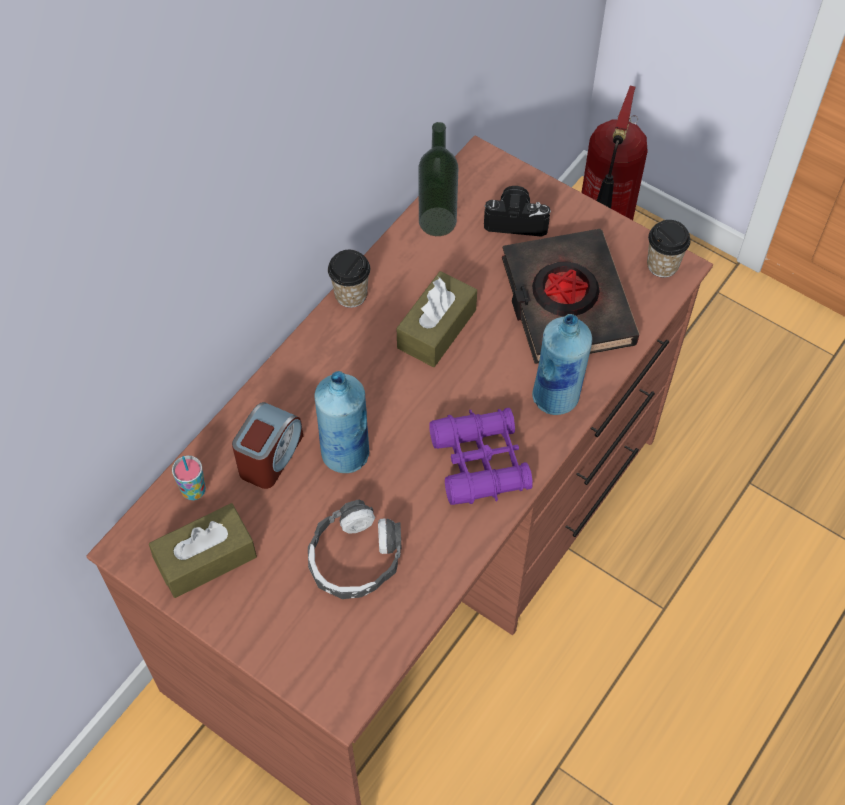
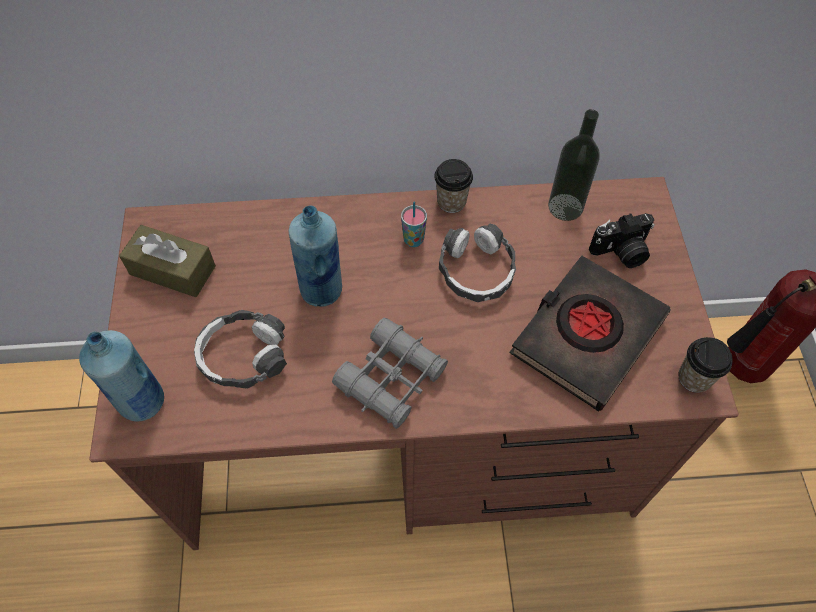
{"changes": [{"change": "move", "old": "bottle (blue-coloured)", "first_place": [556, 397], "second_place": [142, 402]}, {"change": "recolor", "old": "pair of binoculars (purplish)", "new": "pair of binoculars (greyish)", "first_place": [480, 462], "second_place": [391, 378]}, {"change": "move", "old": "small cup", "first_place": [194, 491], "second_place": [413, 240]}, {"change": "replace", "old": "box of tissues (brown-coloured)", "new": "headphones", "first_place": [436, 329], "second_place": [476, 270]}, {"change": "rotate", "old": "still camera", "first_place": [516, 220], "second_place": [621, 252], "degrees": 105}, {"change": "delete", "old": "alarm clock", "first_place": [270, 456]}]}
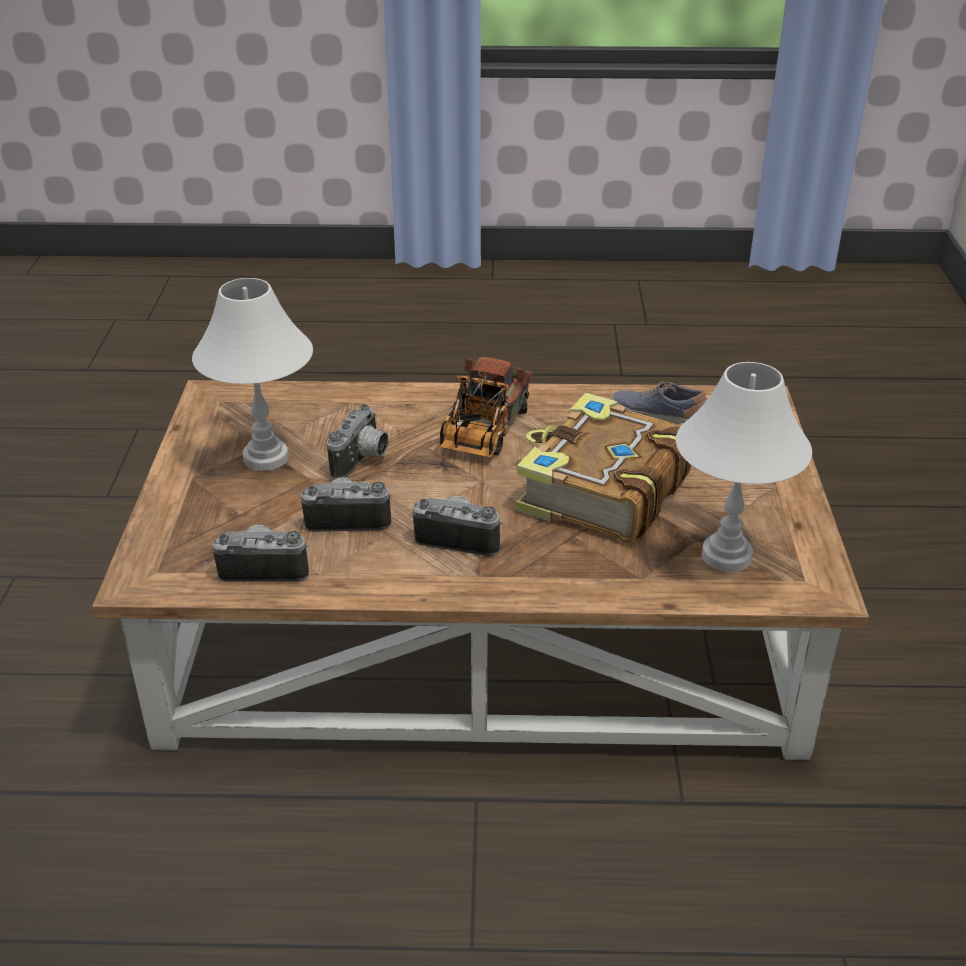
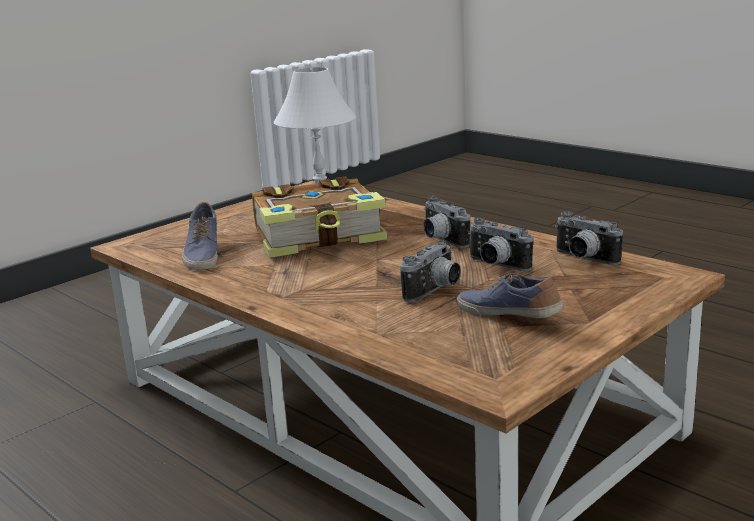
{"changes": [{"change": "rotate", "old": "still camera", "first_place": [363, 461], "second_place": [435, 291], "degrees": 150}, {"change": "replace", "old": "tabletop lamp (white)", "new": "shoe", "first_place": [266, 458], "second_place": [509, 315]}, {"change": "delete", "old": "toy lorry", "first_place": [482, 434]}]}
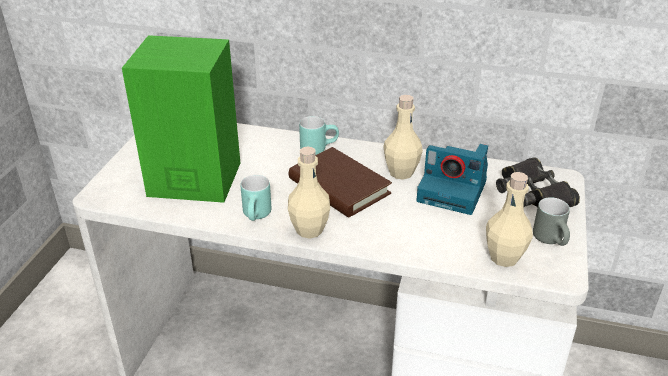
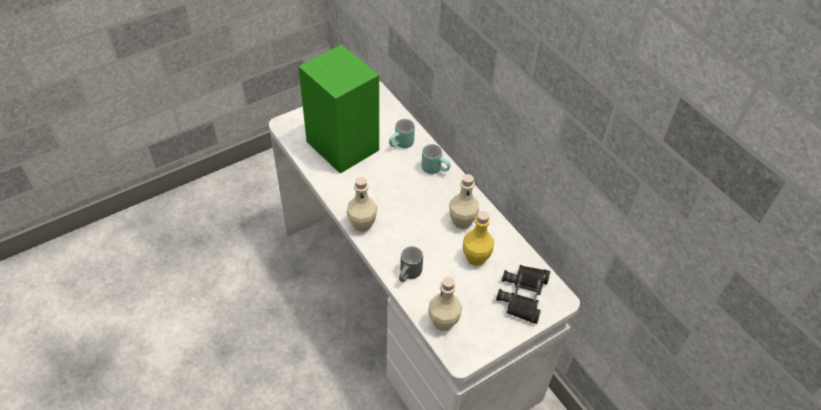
{"changes": [{"change": "move", "old": "coffee mug (turquoise)", "first_place": [258, 216], "second_place": [401, 145]}, {"change": "move", "old": "coffee mug (greyish)", "first_place": [552, 240], "second_place": [410, 275]}, {"change": "replace", "old": "still camera", "new": "bottle (yellow)", "first_place": [454, 191], "second_place": [476, 258]}, {"change": "delete", "old": "book (brown-coloured)", "first_place": [339, 186]}]}
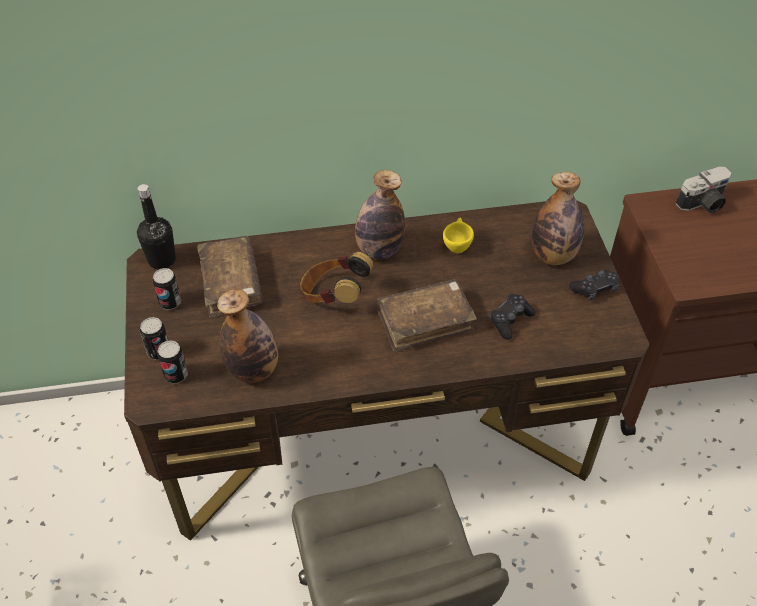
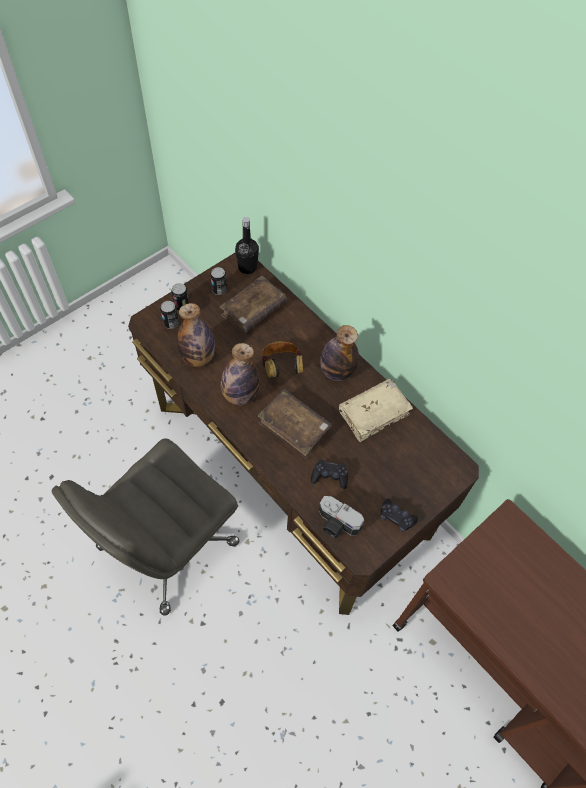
{"changes": [{"change": "move", "old": "bottle", "first_place": [553, 256], "second_place": [240, 395]}, {"change": "move", "old": "still camera", "first_place": [703, 204], "second_place": [336, 525]}, {"change": "replace", "old": "small cup (yellow)", "new": "book (sand-coloured)", "first_place": [456, 246], "second_place": [373, 413]}]}
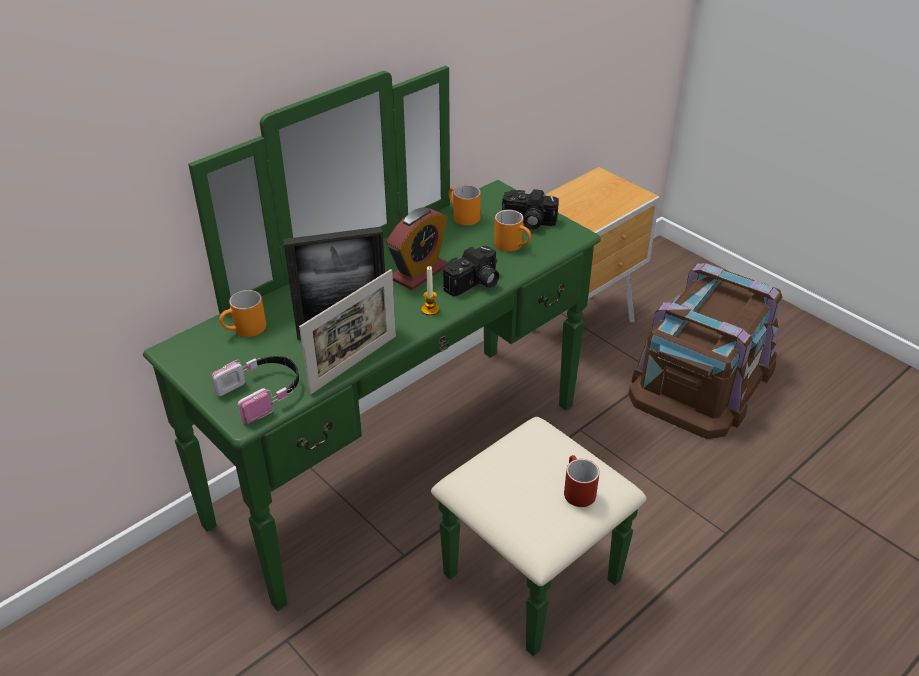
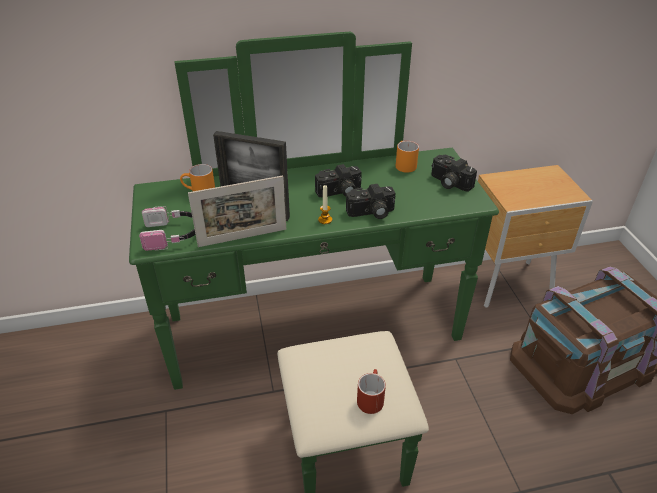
{"changes": [{"change": "replace", "old": "alarm clock", "new": "still camera", "first_place": [419, 273], "second_place": [339, 192]}, {"change": "delete", "old": "coffee mug (orangey)", "first_place": [513, 245]}]}
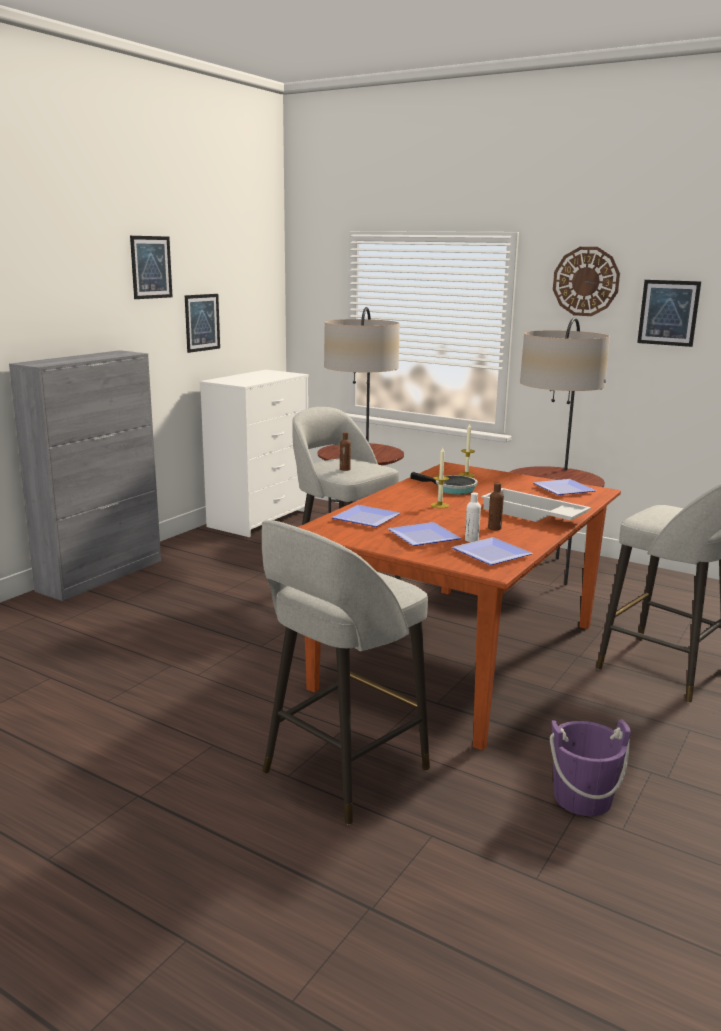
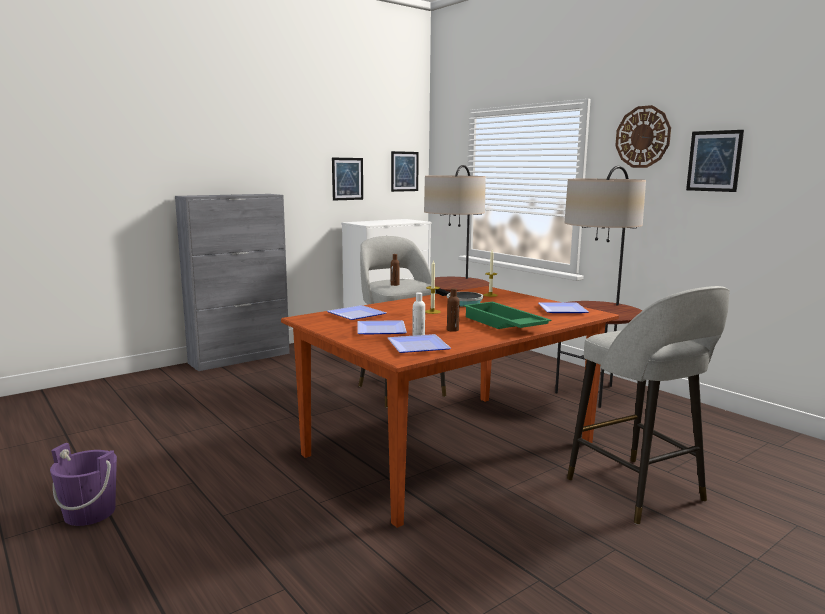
{"changes": [{"change": "move", "old": "water bucket (purplish)", "first_place": [582, 798], "second_place": [90, 513]}, {"change": "move", "old": "wall art", "first_place": [151, 267], "second_place": [404, 171]}, {"change": "recolor", "old": "tray (white)", "new": "tray (green-coloured)", "first_place": [532, 515], "second_place": [503, 324]}, {"change": "delete", "old": "stool seat (greyish)", "first_place": [342, 772]}]}
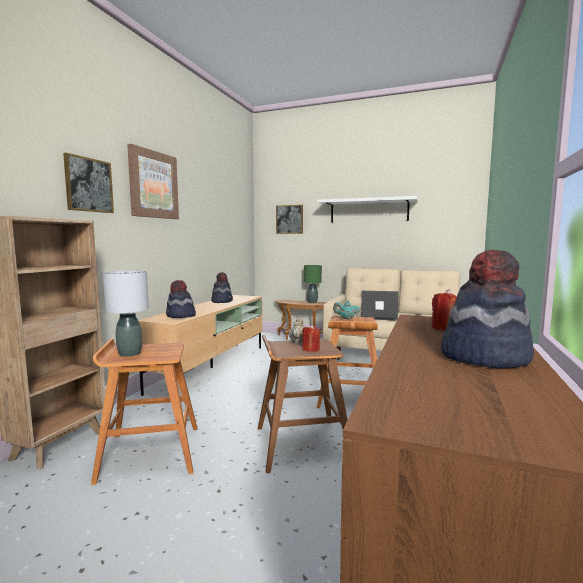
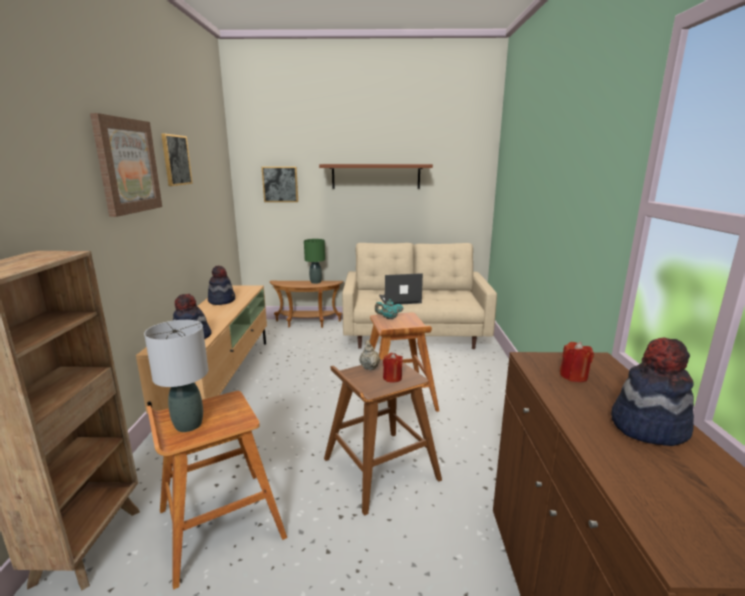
{"changes": [{"change": "move", "old": "wall art", "first_place": [88, 185], "second_place": [176, 160]}, {"change": "recolor", "old": "shelf (white)", "new": "shelf (brown-coloured)", "first_place": [368, 211], "second_place": [376, 176]}]}
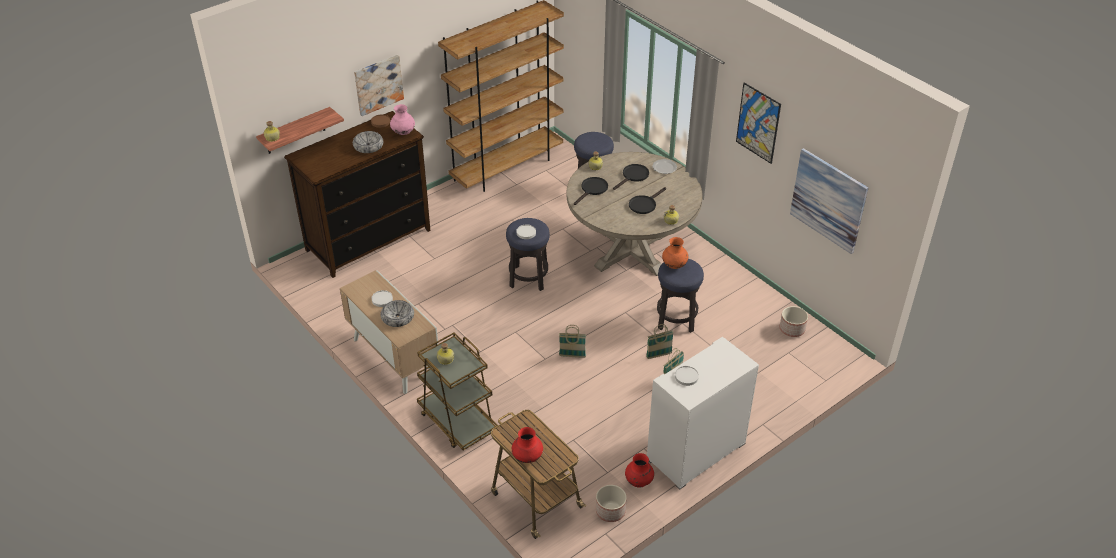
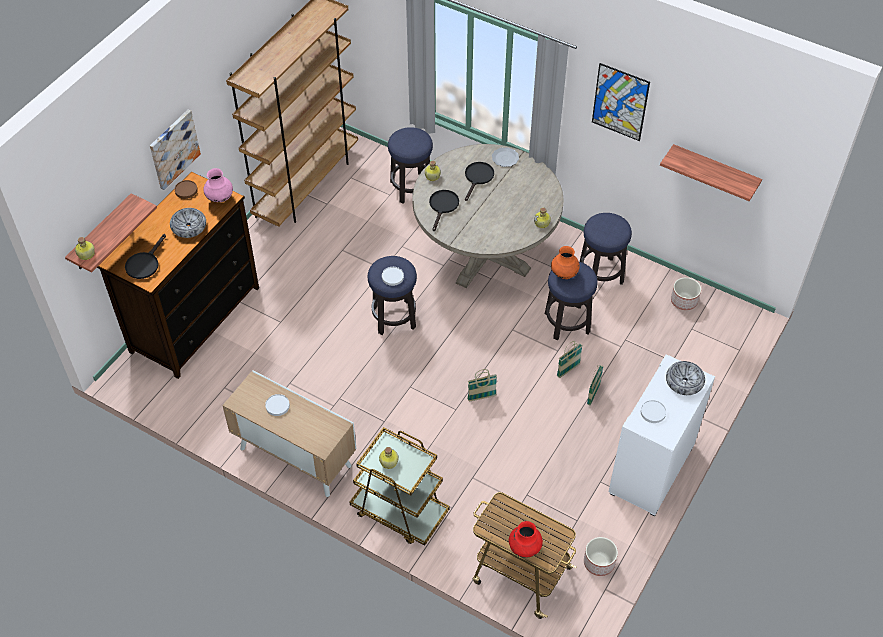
{"changes": [{"change": "move", "old": "skillet (black)", "first_place": [644, 204], "second_place": [145, 263]}, {"change": "insert", "new": "stool seat", "second_place": [601, 274]}, {"change": "replace", "old": "wall art", "new": "shelf", "first_place": [828, 200], "second_place": [714, 171]}, {"change": "move", "old": "bowl", "first_place": [398, 317], "second_place": [684, 381]}, {"change": "delete", "old": "vase (reddish)", "first_place": [638, 481]}]}
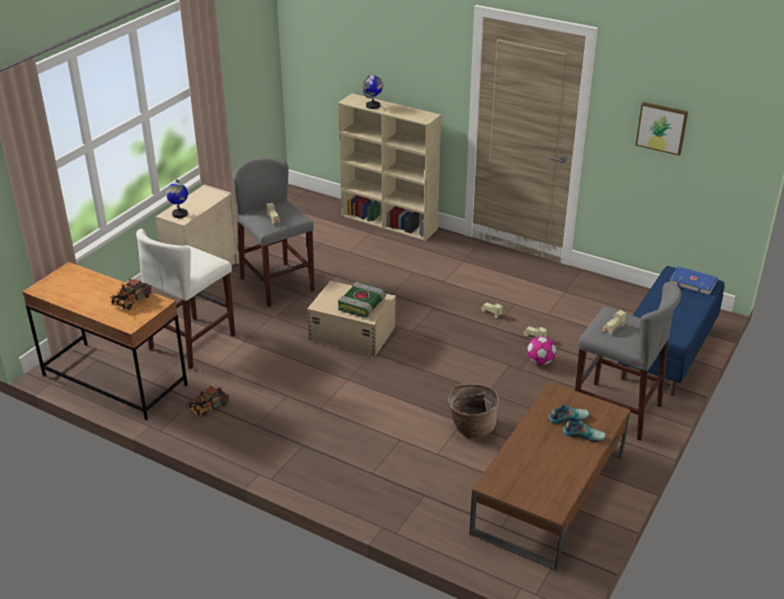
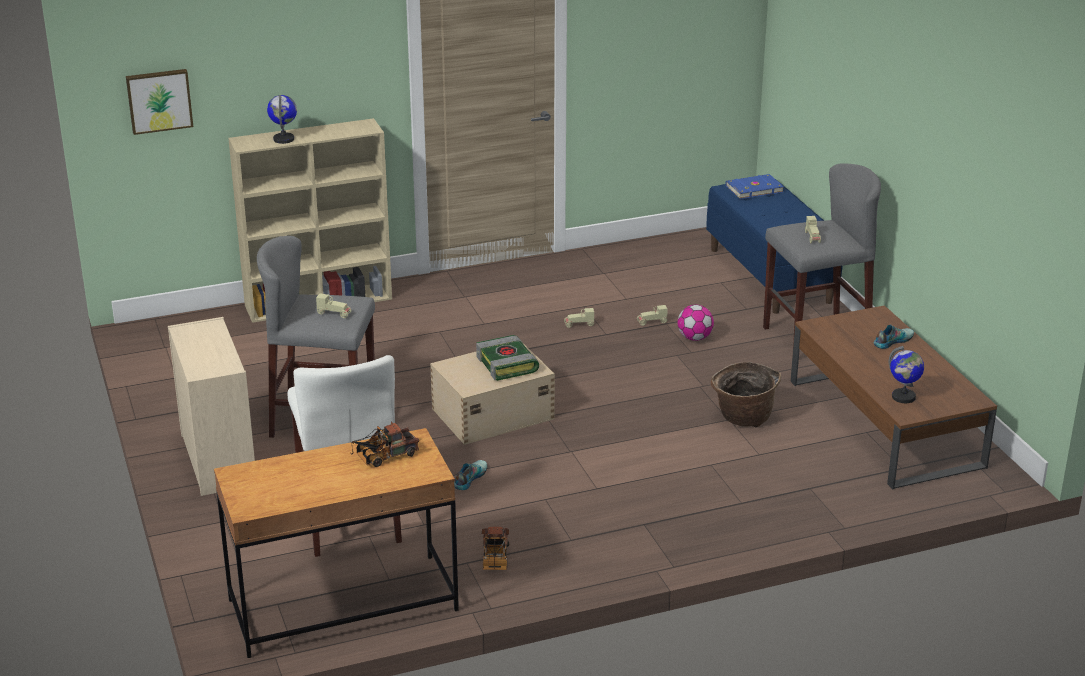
{"changes": [{"change": "move", "old": "wall art", "first_place": [662, 127], "second_place": [159, 100]}, {"change": "rotate", "old": "toy lorry", "first_place": [130, 302], "second_place": [384, 457], "degrees": 75}, {"change": "move", "old": "shoe", "first_place": [568, 417], "second_place": [469, 478]}, {"change": "move", "old": "desk globe", "first_place": [179, 214], "second_place": [903, 397]}]}
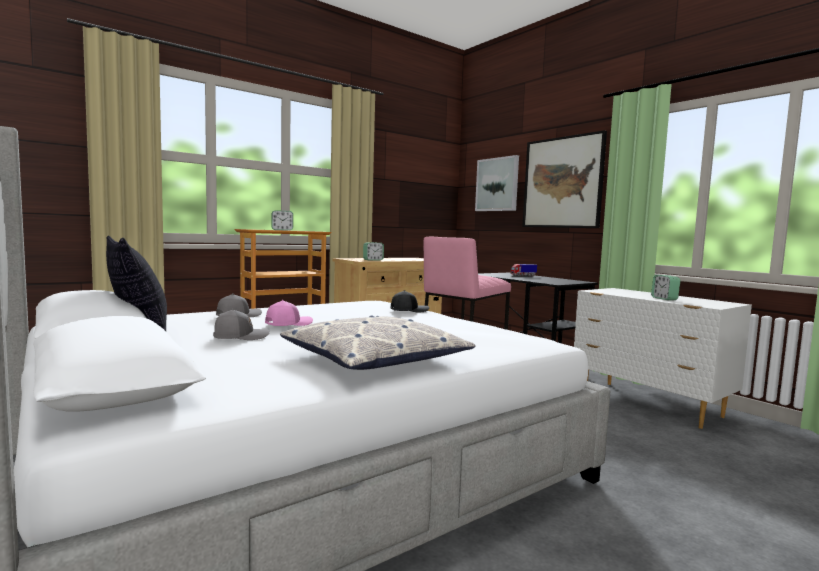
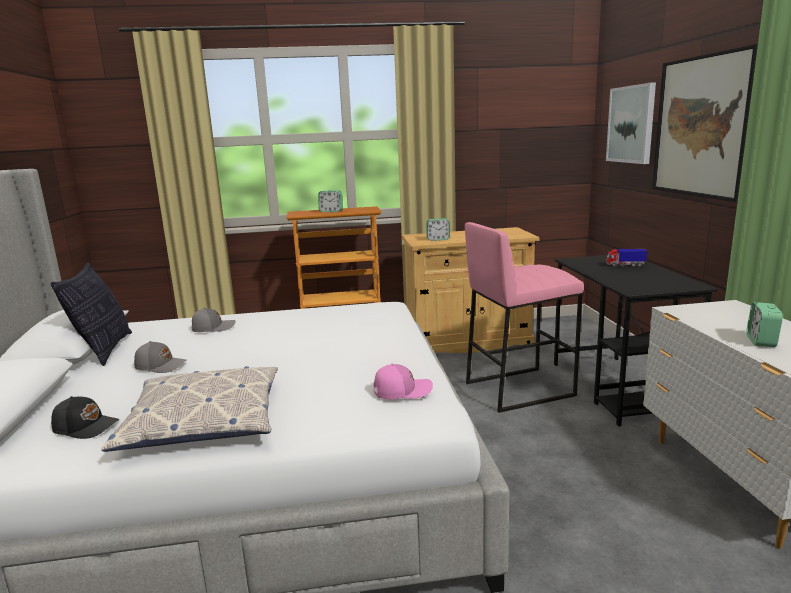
{"changes": [{"change": "move", "old": "cap (black)", "first_place": [408, 310], "second_place": [86, 426]}, {"change": "move", "old": "cap (pink-coloured)", "first_place": [288, 324], "second_place": [401, 391]}]}
